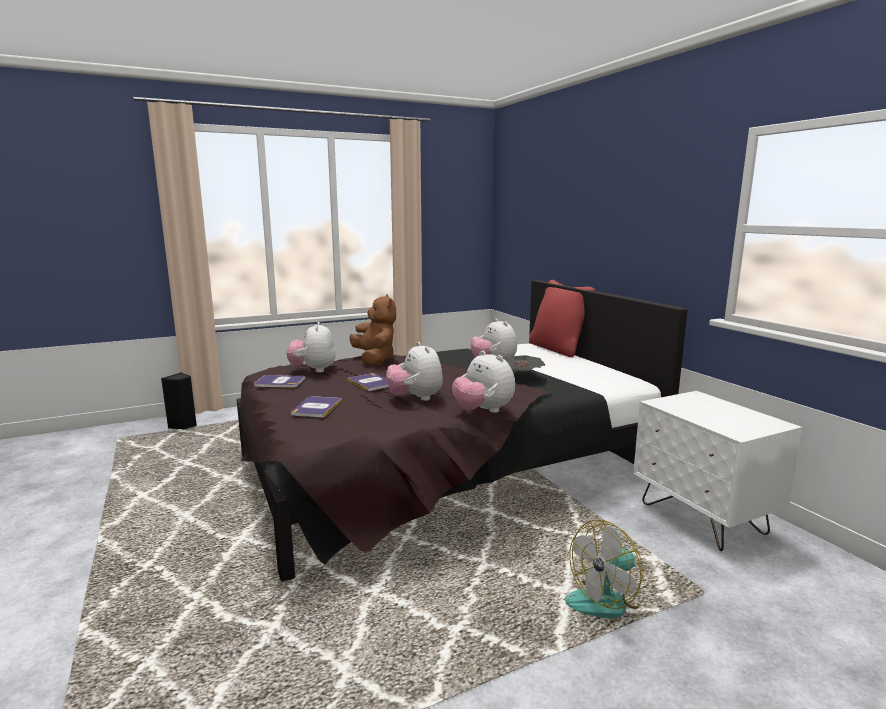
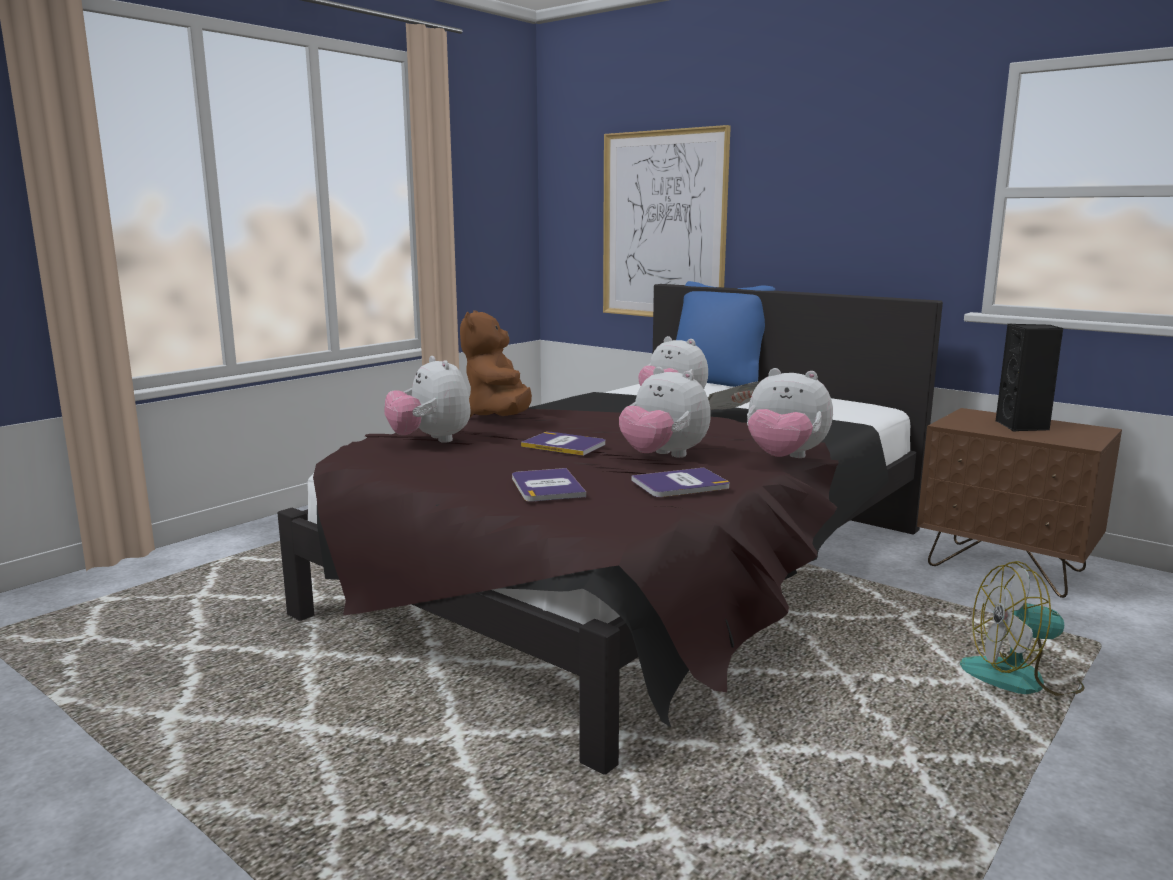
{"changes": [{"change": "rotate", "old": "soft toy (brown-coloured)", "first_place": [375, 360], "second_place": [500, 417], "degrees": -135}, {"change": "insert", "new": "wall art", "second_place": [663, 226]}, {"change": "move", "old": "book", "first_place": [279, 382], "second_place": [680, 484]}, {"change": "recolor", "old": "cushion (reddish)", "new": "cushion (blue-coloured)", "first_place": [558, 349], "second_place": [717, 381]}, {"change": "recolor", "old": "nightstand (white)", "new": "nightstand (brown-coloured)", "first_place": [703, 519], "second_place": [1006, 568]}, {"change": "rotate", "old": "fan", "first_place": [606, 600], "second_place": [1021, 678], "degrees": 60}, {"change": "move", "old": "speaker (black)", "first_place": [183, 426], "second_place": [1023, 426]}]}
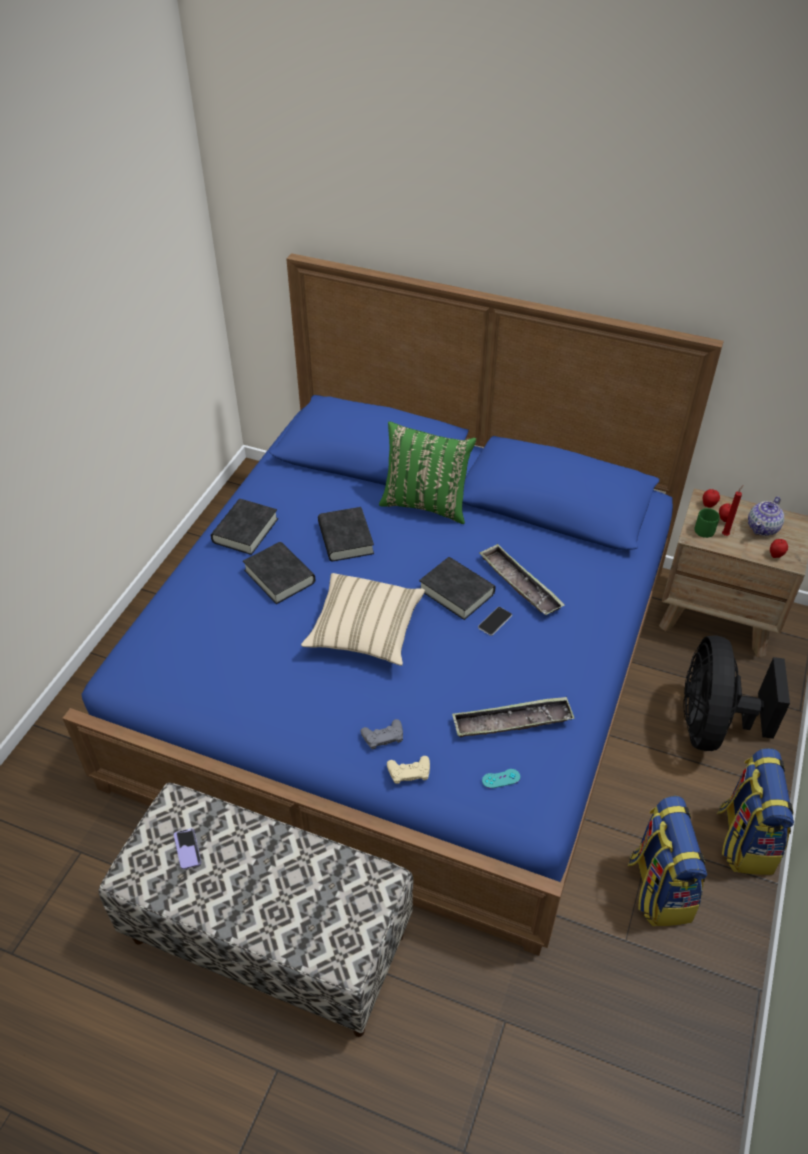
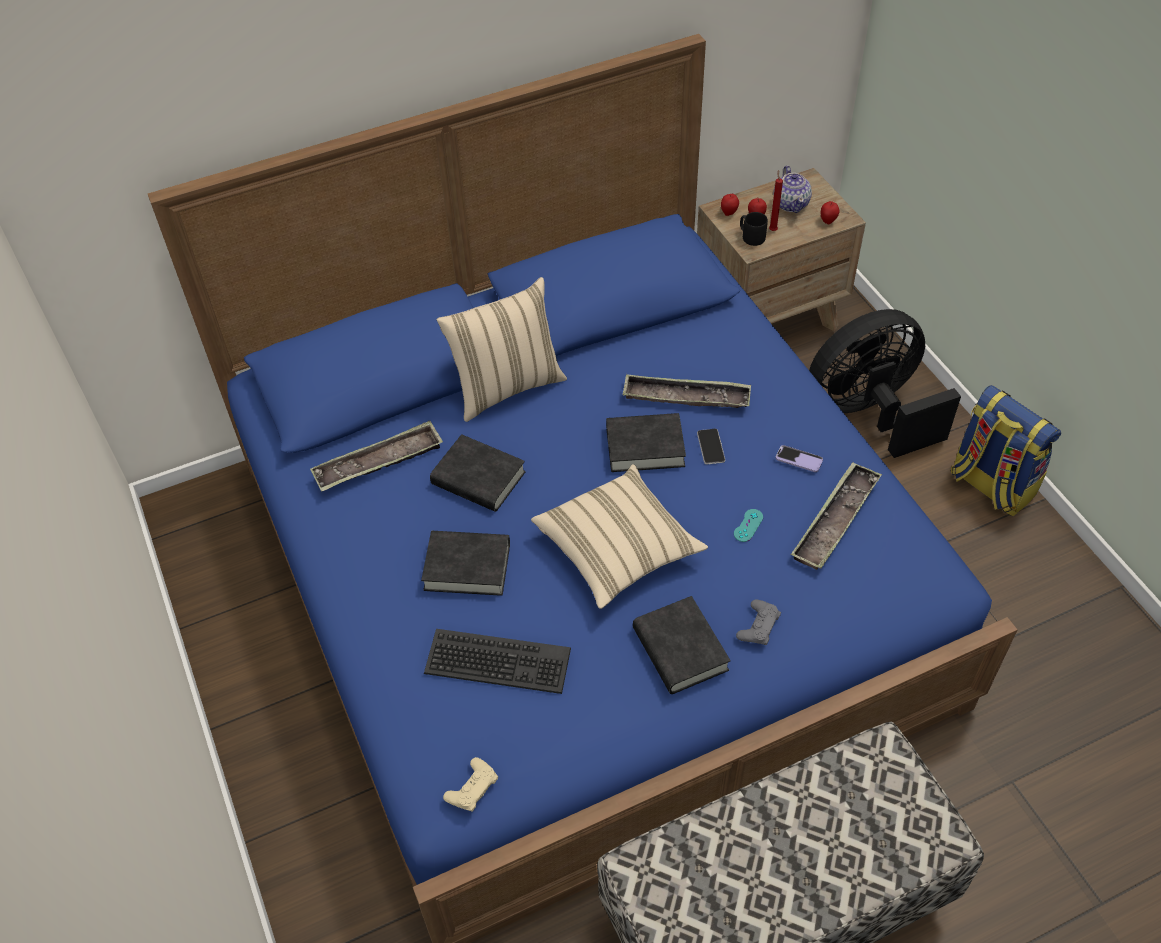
{"changes": [{"change": "insert", "new": "tray", "second_place": [379, 462]}, {"change": "insert", "new": "computer keyboard", "second_place": [497, 663]}, {"change": "recolor", "old": "cushion (green-coloured)", "new": "cushion (sand-coloured)", "first_place": [426, 504], "second_place": [506, 386]}, {"change": "move", "old": "gamepad (sand-coloured)", "first_place": [409, 771], "second_place": [472, 788]}, {"change": "move", "old": "book (black)", "first_place": [245, 530], "second_place": [680, 650]}, {"change": "move", "old": "gamepad (turquoise)", "first_place": [501, 778], "second_place": [748, 525]}, {"change": "recolor", "old": "coffee mug (green-coloured)", "new": "coffee mug (black)", "first_place": [703, 529], "second_place": [751, 237]}, {"change": "move", "old": "handset", "first_place": [187, 849], "second_place": [799, 459]}, {"change": "rotate", "old": "fan (black)", "first_place": [712, 725], "second_place": [869, 413], "degrees": 105}, {"change": "delete", "old": "knapsack", "first_place": [658, 888]}]}
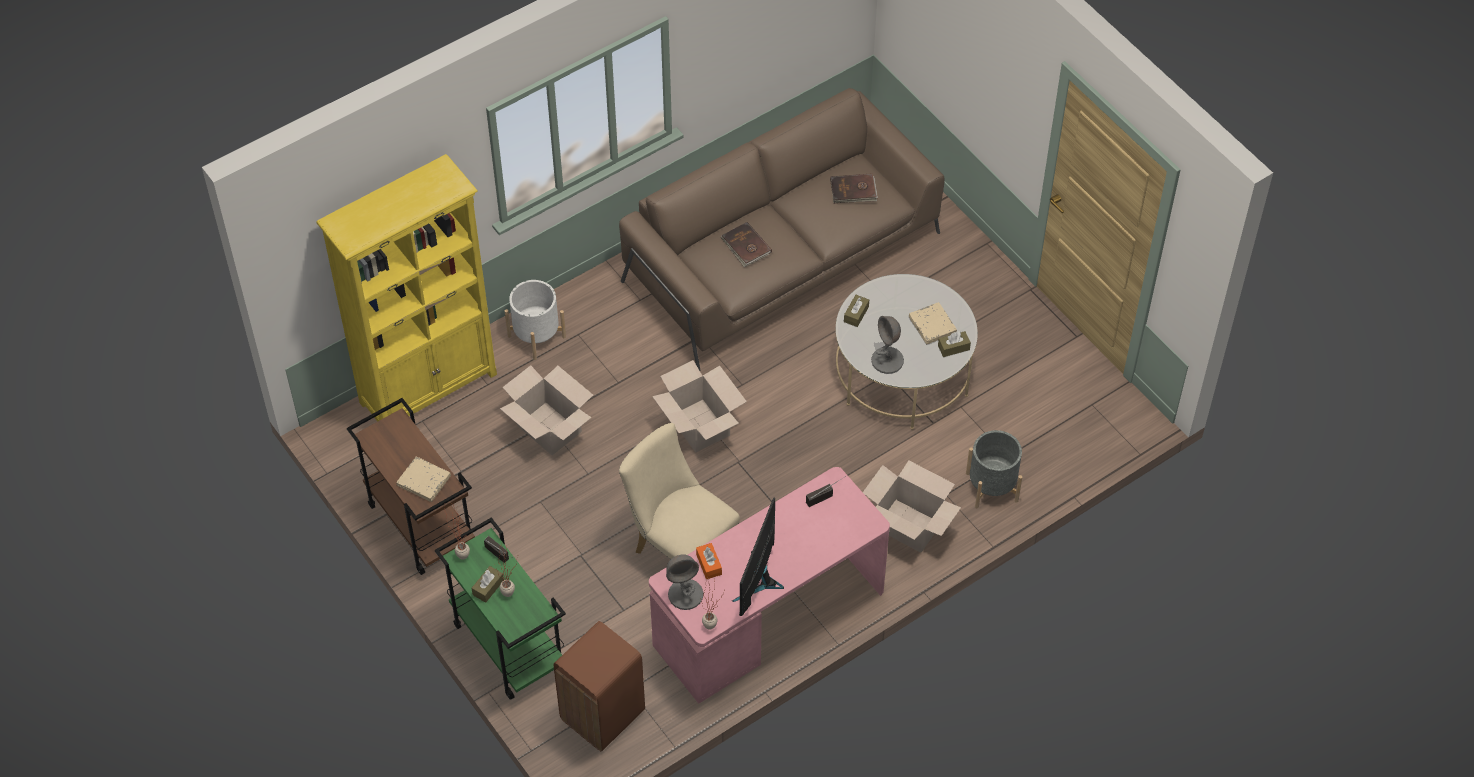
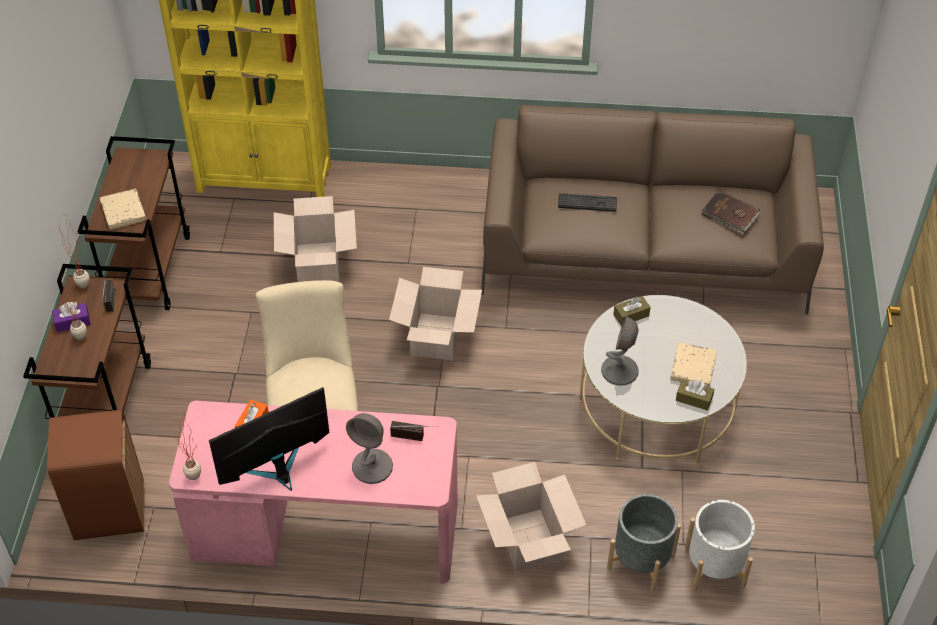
{"changes": [{"change": "recolor", "old": "cart (green-coloured)", "new": "cart (brown-coloured)", "first_place": [507, 645], "second_place": [105, 403]}, {"change": "recolor", "old": "box of tissues (brown-coloured)", "new": "box of tissues (purplish)", "first_place": [488, 587], "second_place": [72, 322]}, {"change": "move", "old": "tabletop lamp (greyish)", "first_place": [686, 594], "second_place": [372, 467]}, {"change": "replace", "old": "book (brown-coloured)", "new": "computer keyboard", "first_place": [746, 246], "second_place": [587, 203]}, {"change": "move", "old": "planter (white)", "first_place": [536, 336], "second_place": [714, 566]}]}
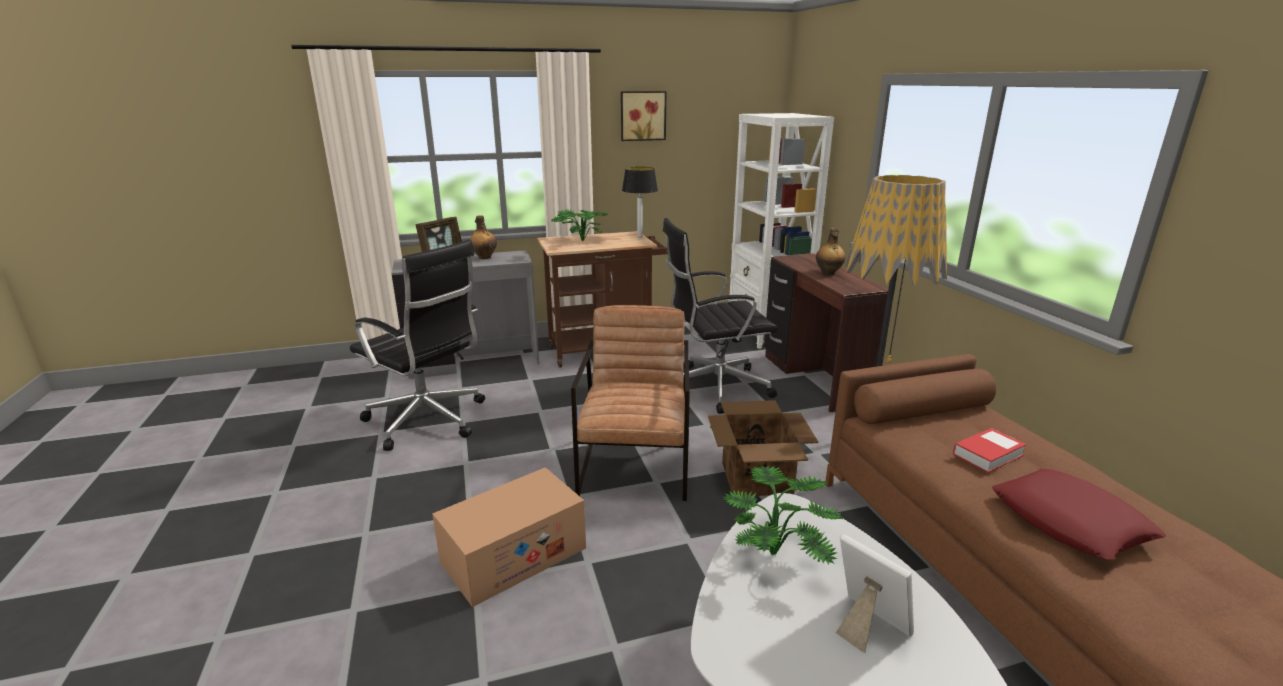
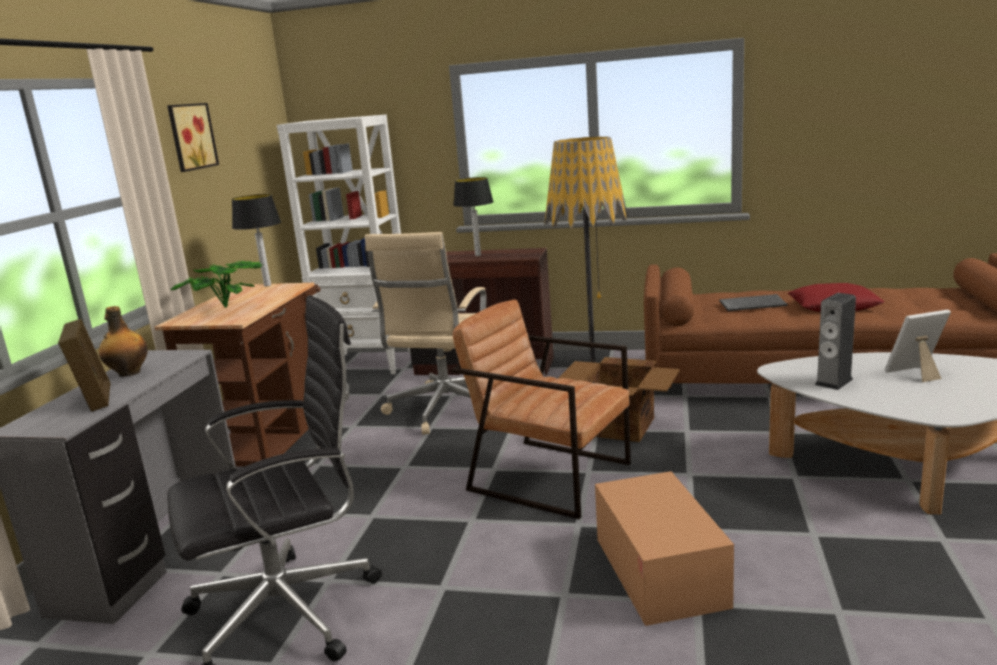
{"changes": [{"change": "recolor", "old": "desk chair (black)", "new": "desk chair (sand-coloured)", "first_place": [714, 387], "second_place": [444, 410]}, {"change": "replace", "old": "bottle", "new": "tabletop lamp", "first_place": [828, 273], "second_place": [478, 255]}, {"change": "replace", "old": "book", "new": "computer keyboard", "first_place": [987, 454], "second_place": [753, 304]}, {"change": "replace", "old": "plant in a pot", "new": "speaker", "first_place": [779, 552], "second_place": [834, 382]}]}
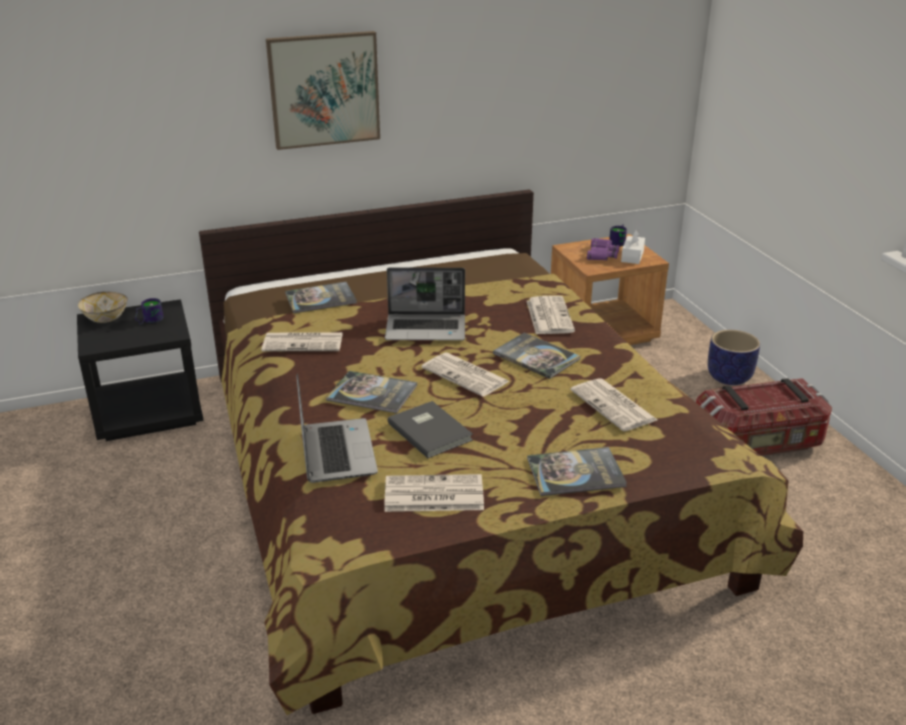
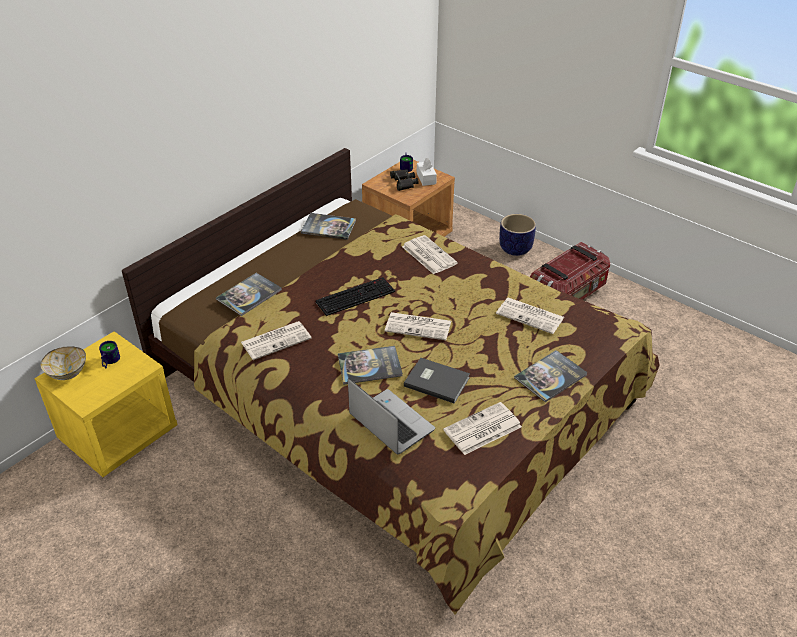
{"changes": [{"change": "recolor", "old": "nightstand (black)", "new": "nightstand (yellow)", "first_place": [149, 412], "second_place": [119, 434]}, {"change": "move", "old": "book", "first_place": [536, 356], "second_place": [328, 227]}, {"change": "replace", "old": "laptop", "new": "computer keyboard", "first_place": [427, 329], "second_place": [355, 296]}, {"change": "recolor", "old": "pair of binoculars (purplish)", "new": "pair of binoculars (black)", "first_place": [601, 254], "second_place": [403, 182]}, {"change": "delete", "old": "wall art", "first_place": [324, 90]}]}
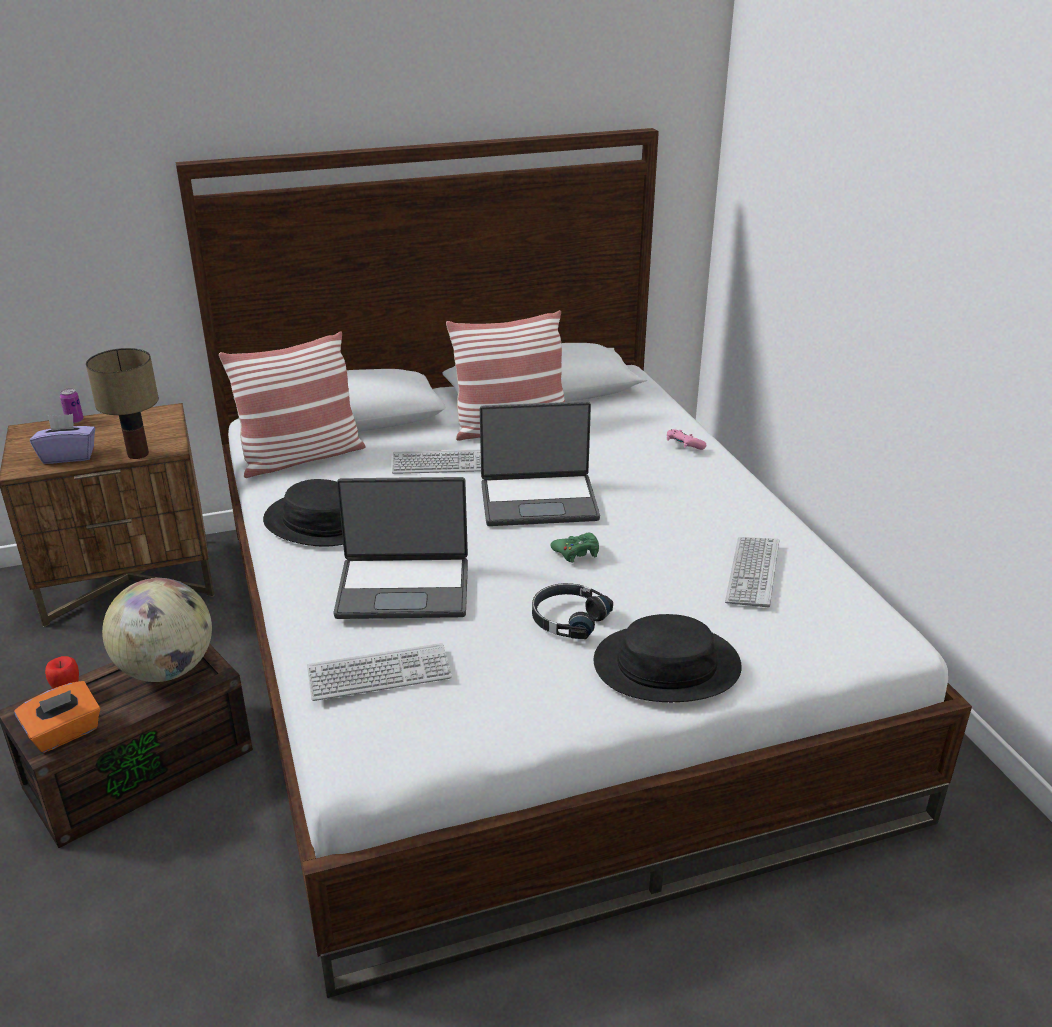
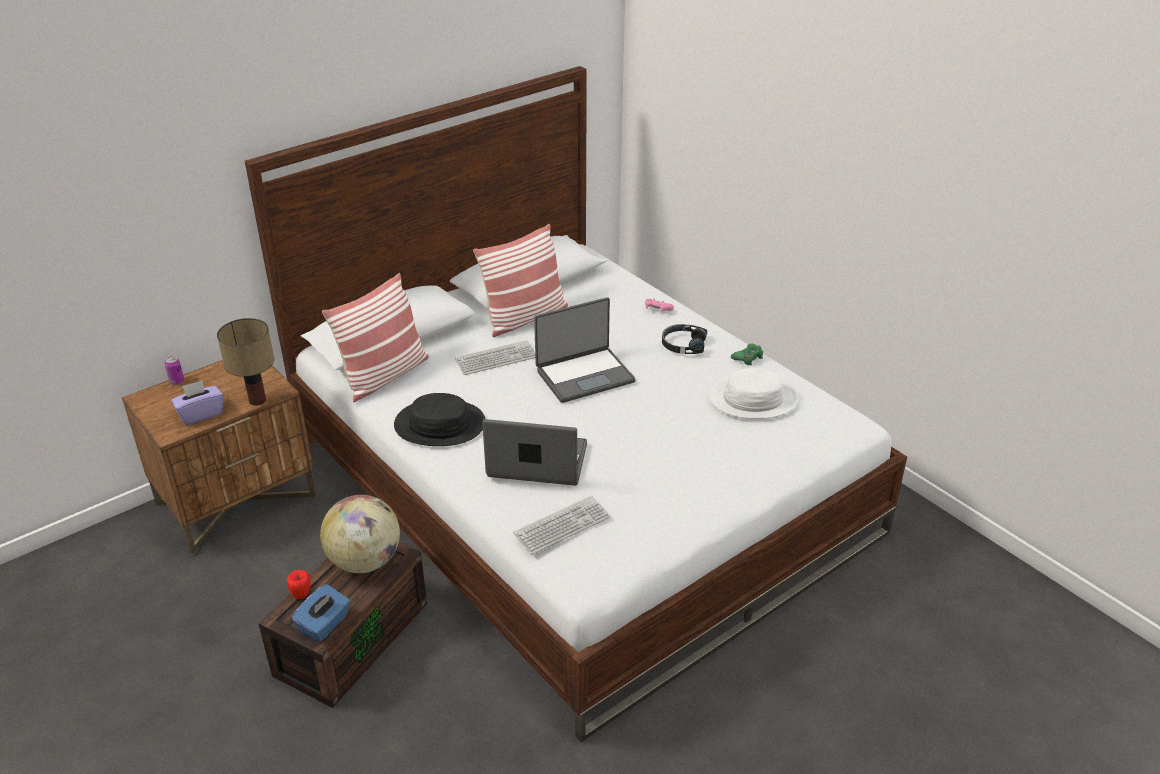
{"changes": [{"change": "recolor", "old": "box of tissues (orangey)", "new": "box of tissues (blue-coloured)", "first_place": [65, 733], "second_place": [324, 624]}, {"change": "rotate", "old": "laptop", "first_place": [404, 588], "second_place": [536, 462], "degrees": -150}, {"change": "move", "old": "headphones (black)", "first_place": [568, 619], "second_place": [683, 345]}, {"change": "replace", "old": "computer keyboard", "new": "clothing hat (white)", "first_place": [752, 572], "second_place": [753, 399]}, {"change": "move", "old": "gamepad (green-coloured)", "first_place": [577, 552], "second_place": [748, 358]}, {"change": "delete", "old": "clothing hat (black)", "first_place": [666, 665]}]}
